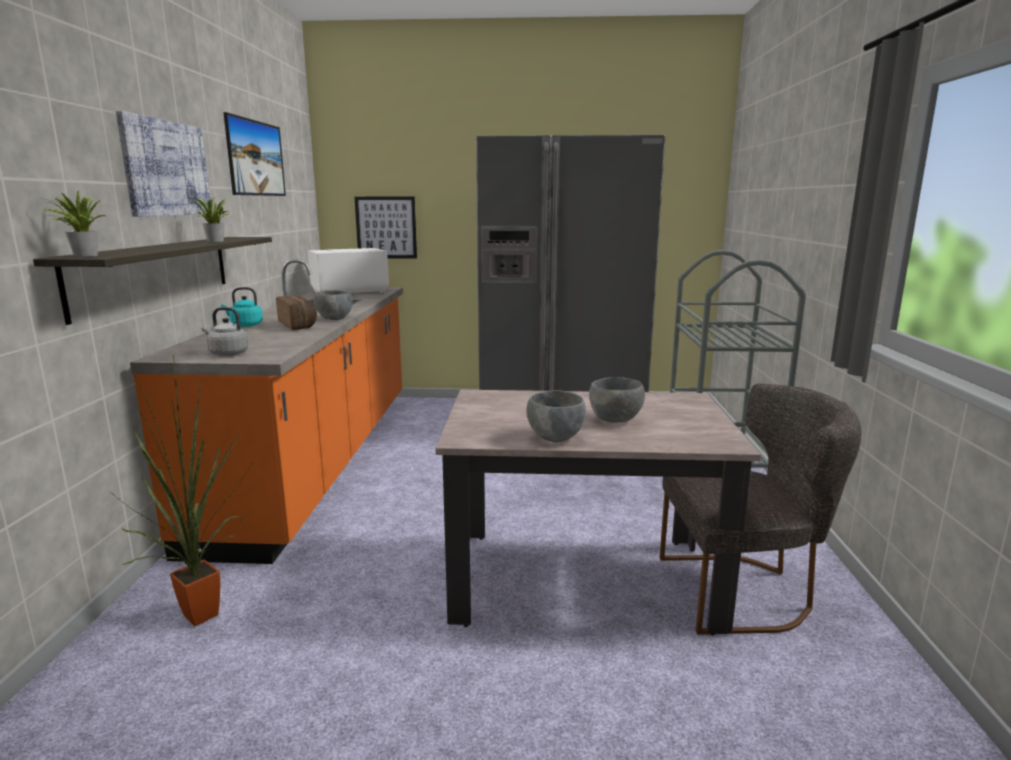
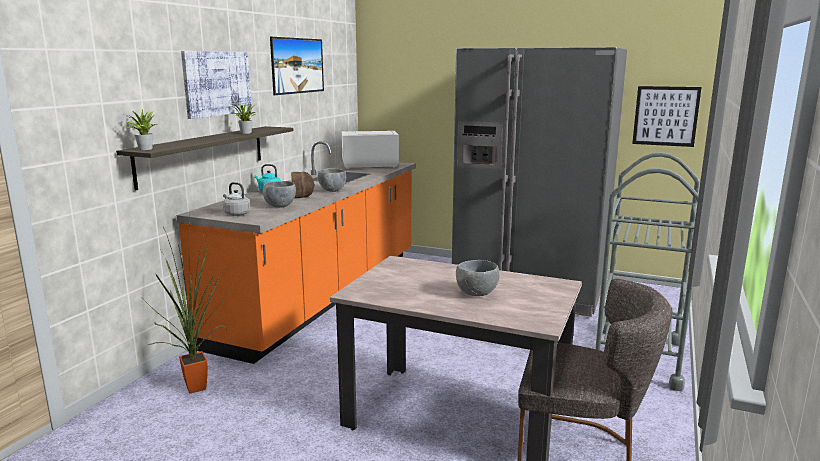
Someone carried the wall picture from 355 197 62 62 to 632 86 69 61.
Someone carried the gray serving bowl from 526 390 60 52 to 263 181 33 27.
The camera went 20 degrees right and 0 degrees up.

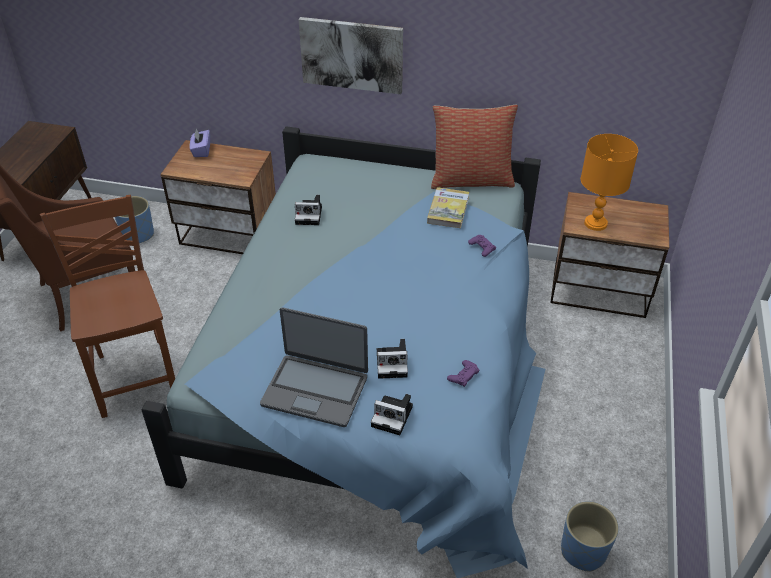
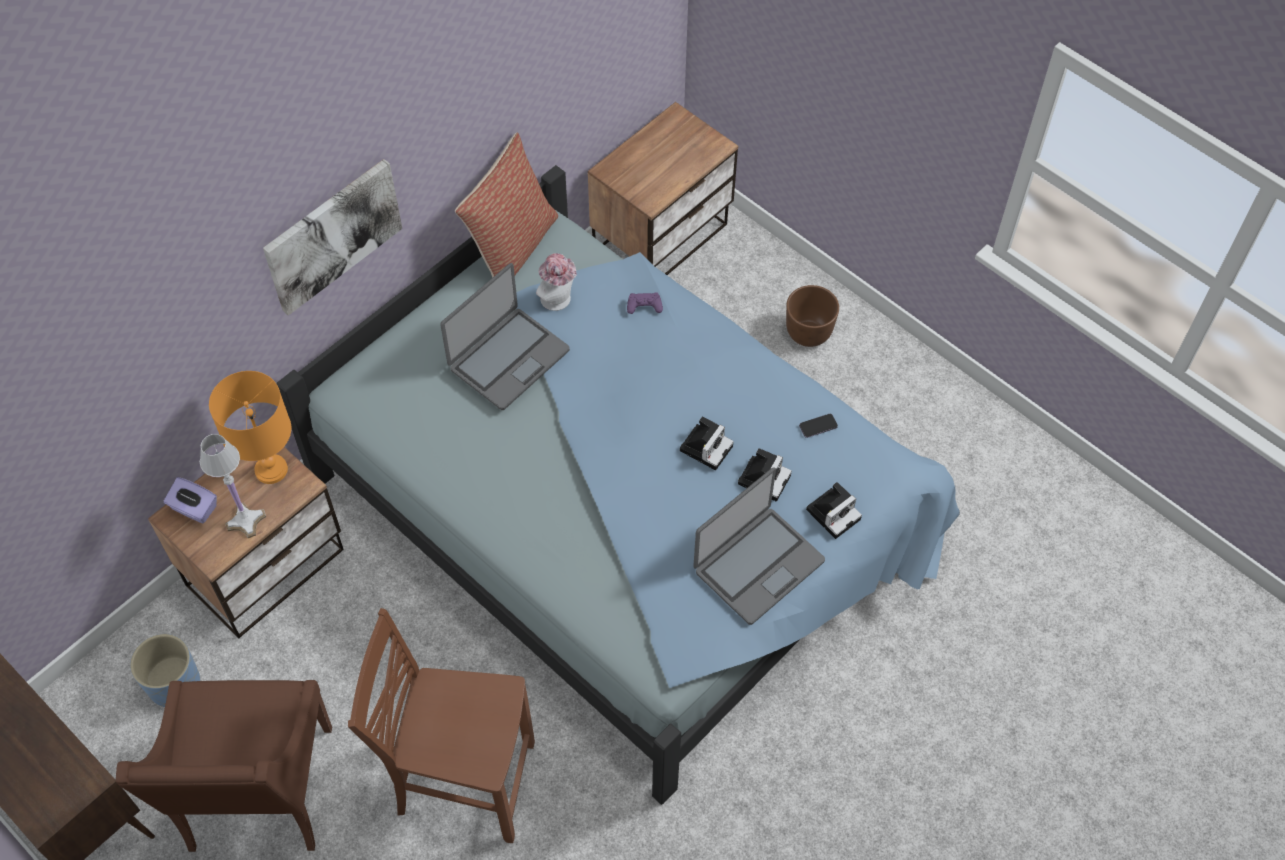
Someone carried the still camera from 295 195 27 30 to 680 417 54 53.
Someone swapped the volume at 427 187 42 41 for the hat at 536 253 41 58.
Someone swapped the purplish joypad at 447 360 32 27 for the phone at 799 414 39 24.
Someone took away the blue-coloured plant pot at 561 501 58 70.
Someone carried the orange lamp for a table from 581 134 57 97 to 209 371 82 113.
Someone put down the whitish lamp for a table at 200 434 66 104.
Someone put down the portable computer at 440 263 130 147.
Someone put down the brownish plant pot at 786 285 53 62.
The camera went 60 degrees left and 15 degrees up.

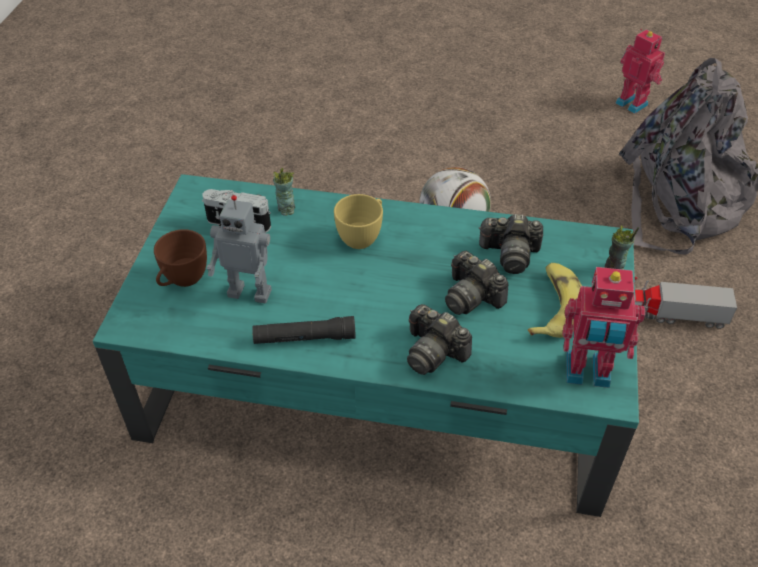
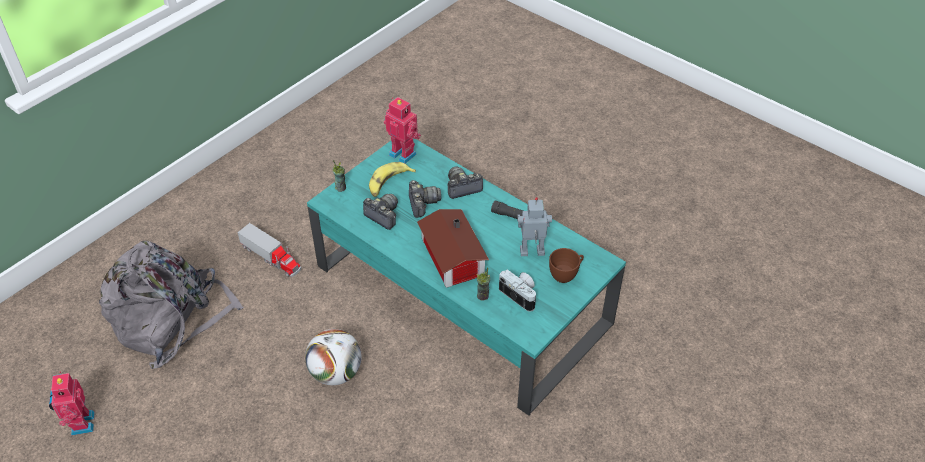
Someone rotated the model robot at 207 195 65 108 by 45 degrees counterclockwise.
Someone swapped the yellow-coloured drinking cup at 334 194 49 55 for the model house at 417 209 72 79.
Someone rotated the still camera at 407 304 65 71 by 90 degrees counterclockwise.
The camera went 150 degrees left and 0 degrees up.

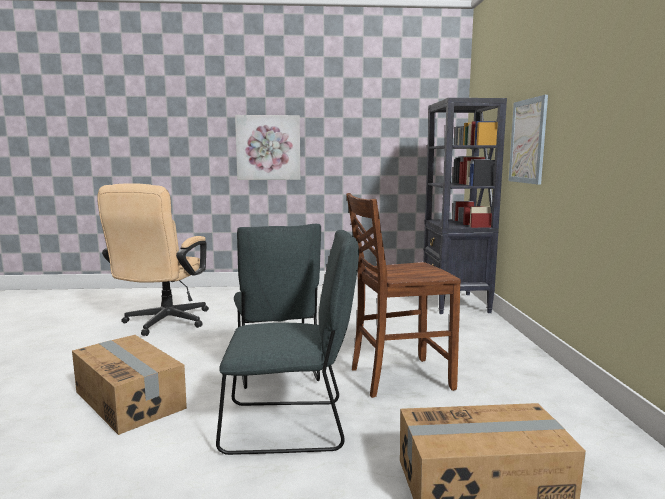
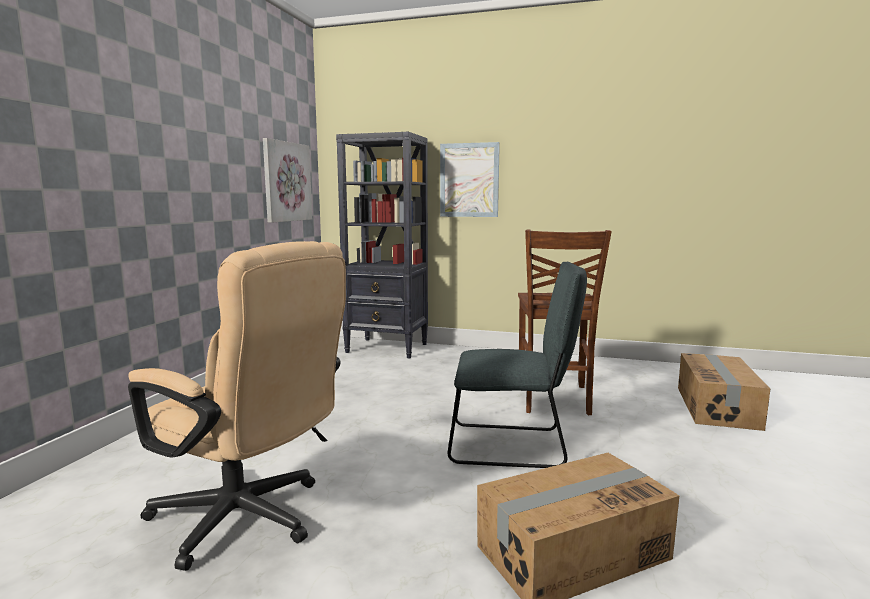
Someone took away the gray upright chair at 216 230 143 225.
Someone carried the wall picture from 235 115 65 65 to 263 138 49 85.
The camera went 70 degrees left and 0 degrees up.

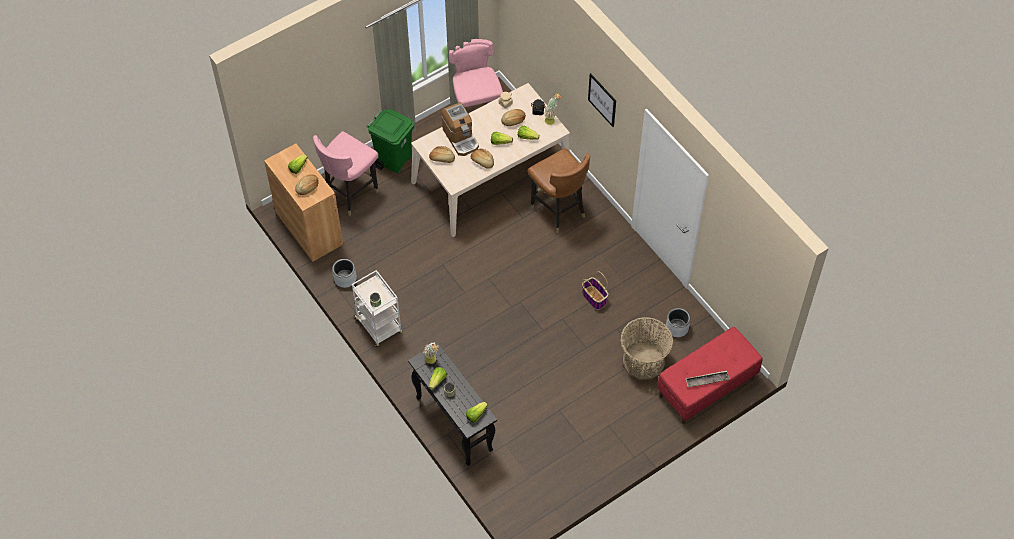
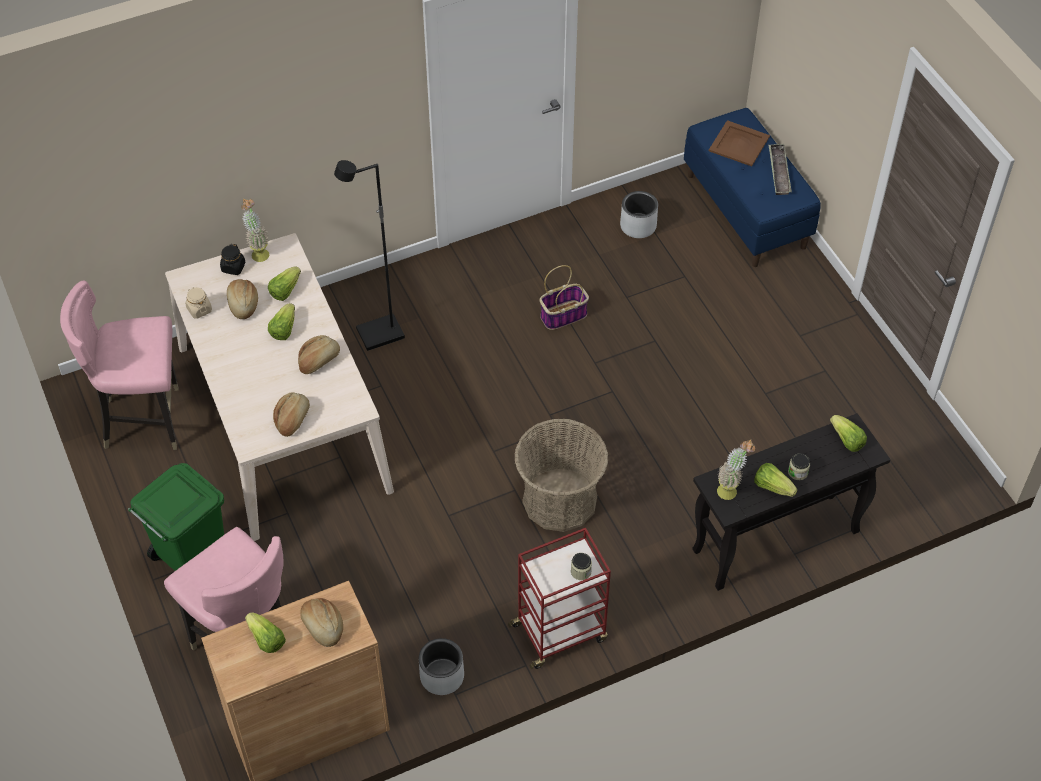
Someone repainted the whitish cart at 352 270 51 77, which became the red-coloured cart at 508 528 103 141.
Someone took away the coffee maker at 441 102 38 54.
Someone swapped the brownish upright chair at 528 148 62 85 for the black standing lamp at 334 160 71 191.
Someone took away the wall picture at 588 73 28 54.
Someone carried the storage basket from 620 317 53 63 to 514 418 94 114.
Someone repainted the red-coloured long seat at 657 327 105 97, which became the blue-coloured long seat at 684 108 137 159.
Someone put down the brownish serving tray at 709 120 61 46.
The camera went 80 degrees left and 5 degrees down.

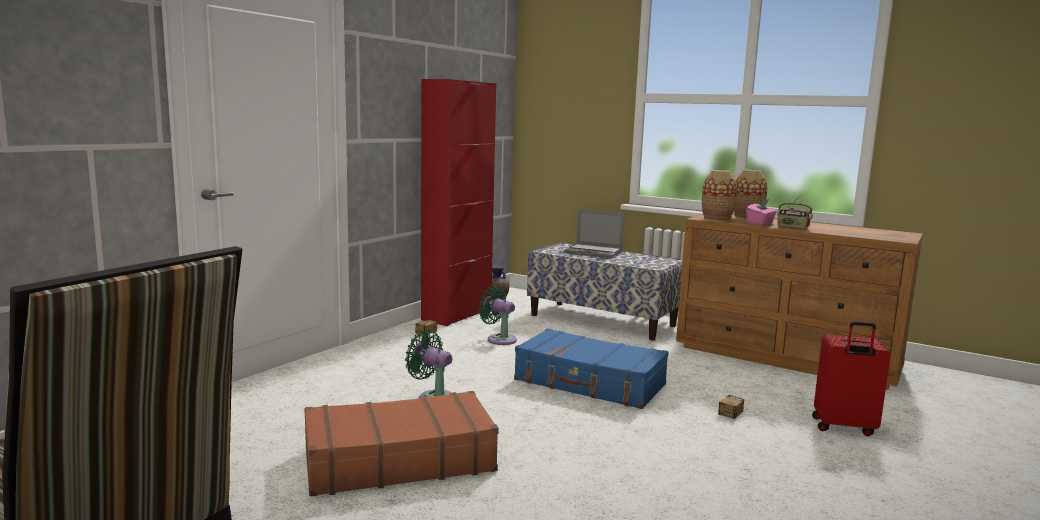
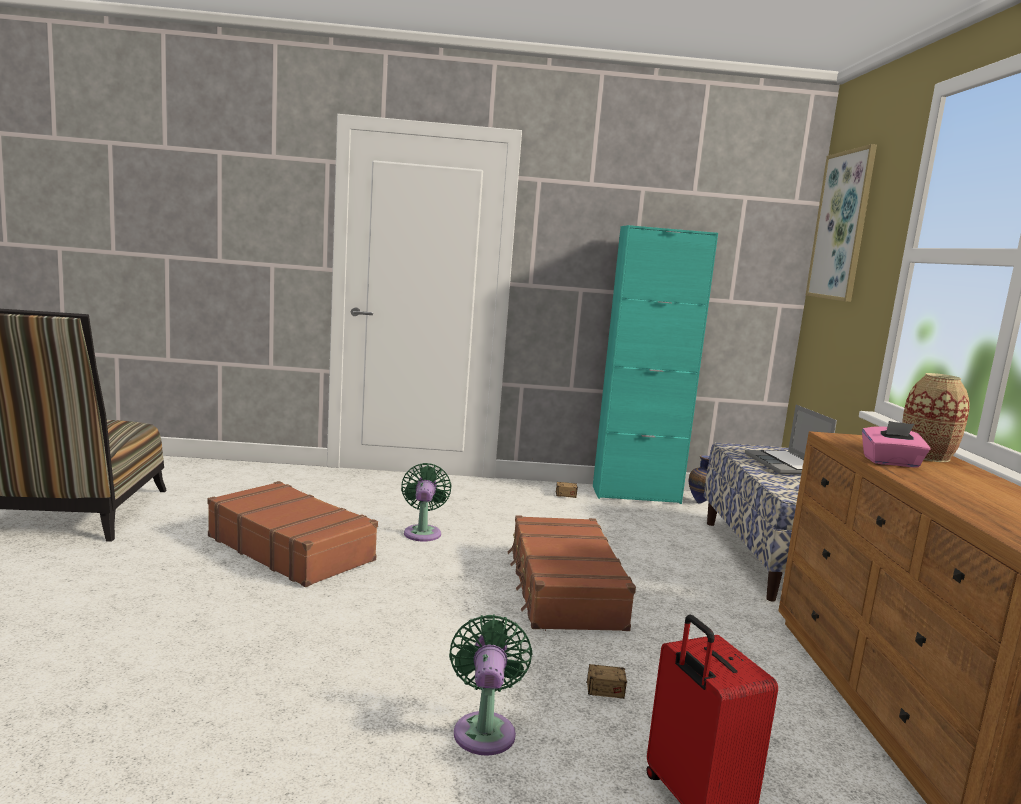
Someone repainted the red-coloured storage cabinet at 421 79 75 247, which became the turquoise storage cabinet at 593 225 125 279.
Someone carried the green-coloured cooling fan from 478 285 39 60 to 449 614 83 142.
Someone repainted the blue-coloured piece of luggage at 514 328 154 81, which became the brownish piece of luggage at 507 515 129 116.
Someone took away the flower vase at 702 170 35 52.
Someone took away the radio at 777 194 36 35.
Someone put up the wall picture at 806 144 71 158.
The camera went 55 degrees right and 0 degrees up.

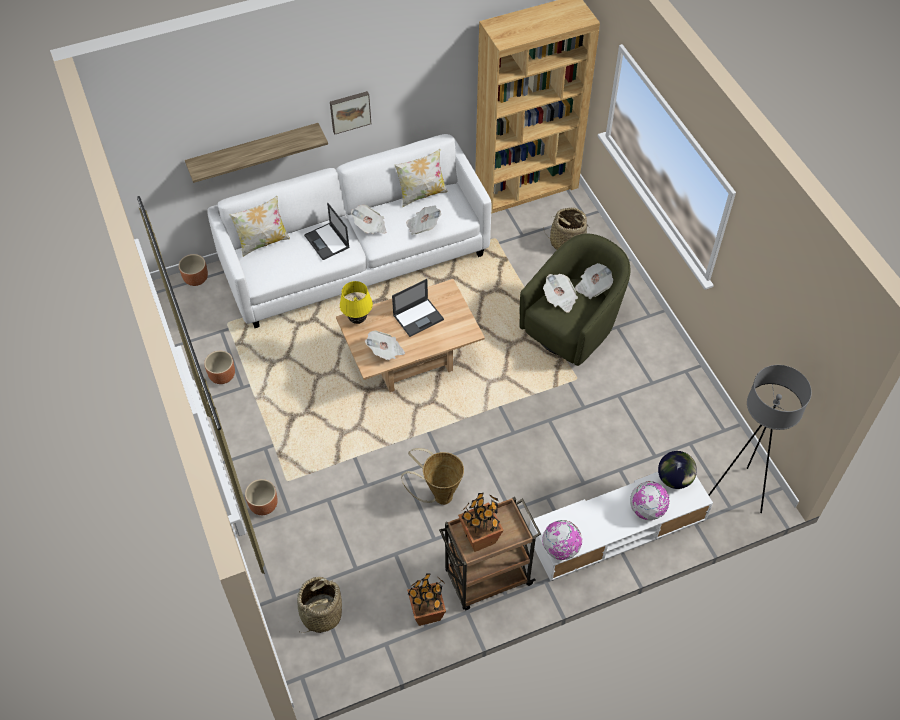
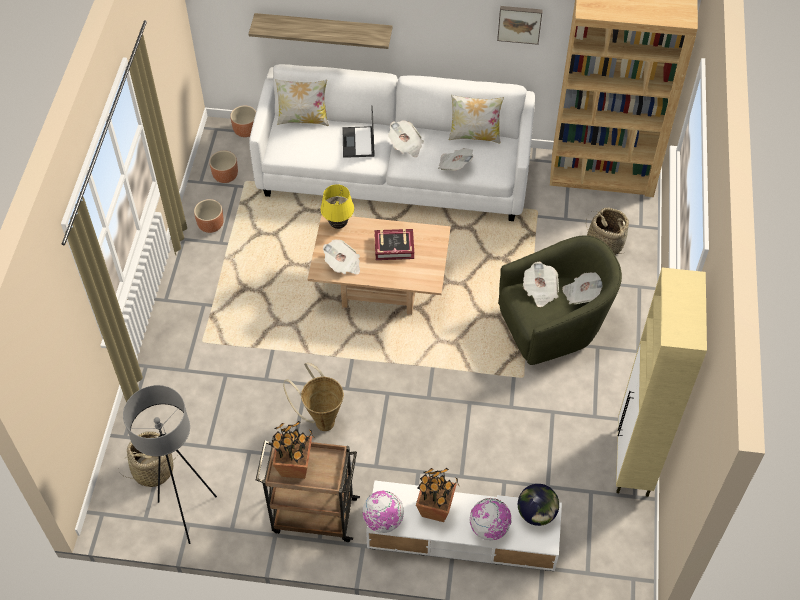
Someone carried the brownish plant pot from 245 479 33 36 to 209 151 29 32.
Someone carried the wall picture from 330 91 41 43 to 497 6 46 39.
Someone swapped the portable computer at 392 279 52 58 for the volume at 374 228 40 32.
Someone carried the potted plant from 407 573 39 53 to 416 468 43 54.
Someone carried the gray standing lamp from 708 365 104 148 to 123 385 94 159.
Someone put down the sand-coloured storage cabinet at 616 268 91 229.
The camera went 30 degrees right and 0 degrees up.

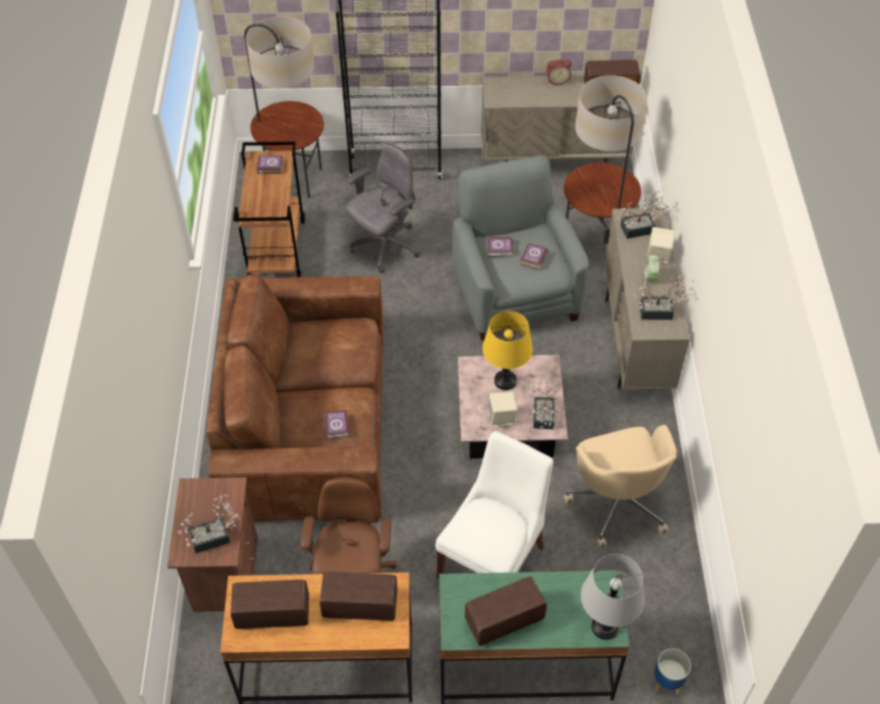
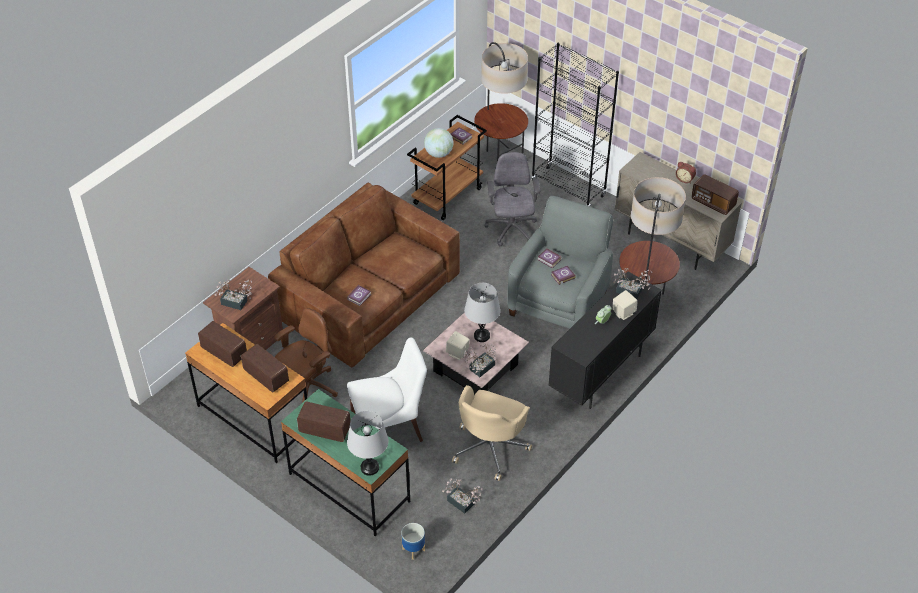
Someone rotated the gray desk chair at 346 144 74 129 by 90 degrees counterclockwise.
Someone repainted the yellow-coloured lamp for a table at 482 311 51 79, which became the gray lamp for a table at 464 283 37 59.
Someone repainted the sand-coloured storage cabinet at 603 208 87 181, which became the black storage cabinet at 549 272 113 137.
Someone carried the potted plant from 634 275 56 45 to 442 479 41 35.
Someone put down the globe at 424 128 30 30.
The camera went 40 degrees right and 5 degrees down.

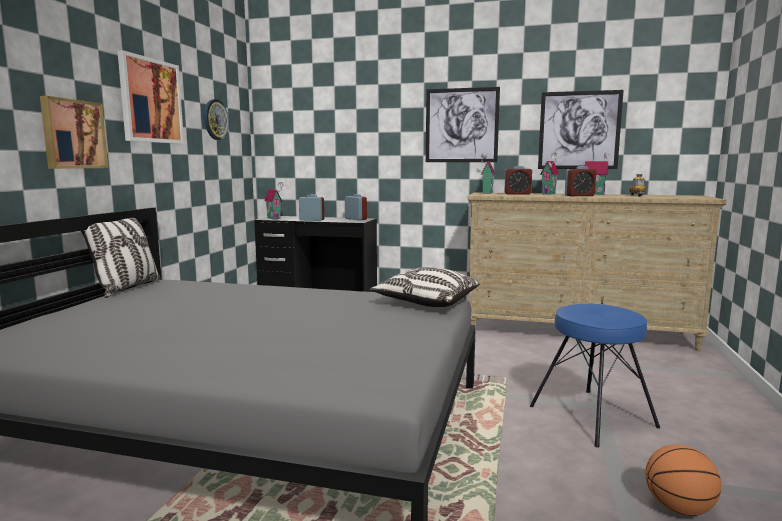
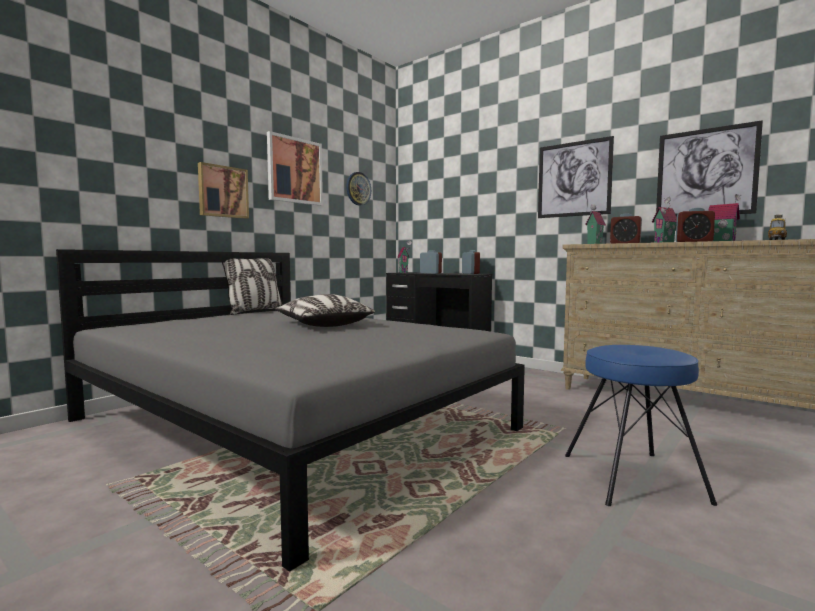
Someone carried the cushion from 370 267 110 40 to 275 294 100 33.
Someone took away the basketball at 645 445 76 71.
The camera went 25 degrees right and 5 degrees down.

